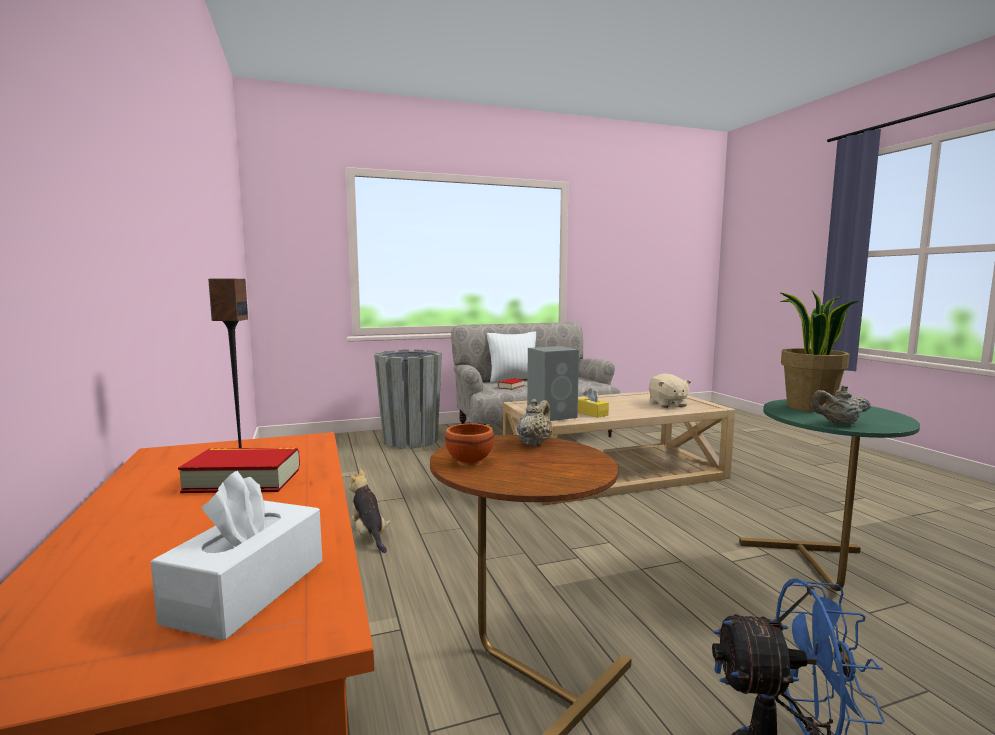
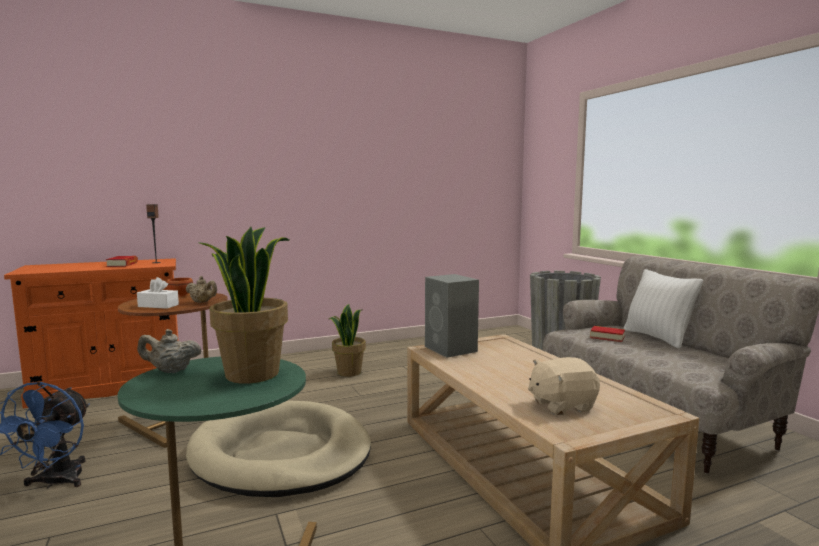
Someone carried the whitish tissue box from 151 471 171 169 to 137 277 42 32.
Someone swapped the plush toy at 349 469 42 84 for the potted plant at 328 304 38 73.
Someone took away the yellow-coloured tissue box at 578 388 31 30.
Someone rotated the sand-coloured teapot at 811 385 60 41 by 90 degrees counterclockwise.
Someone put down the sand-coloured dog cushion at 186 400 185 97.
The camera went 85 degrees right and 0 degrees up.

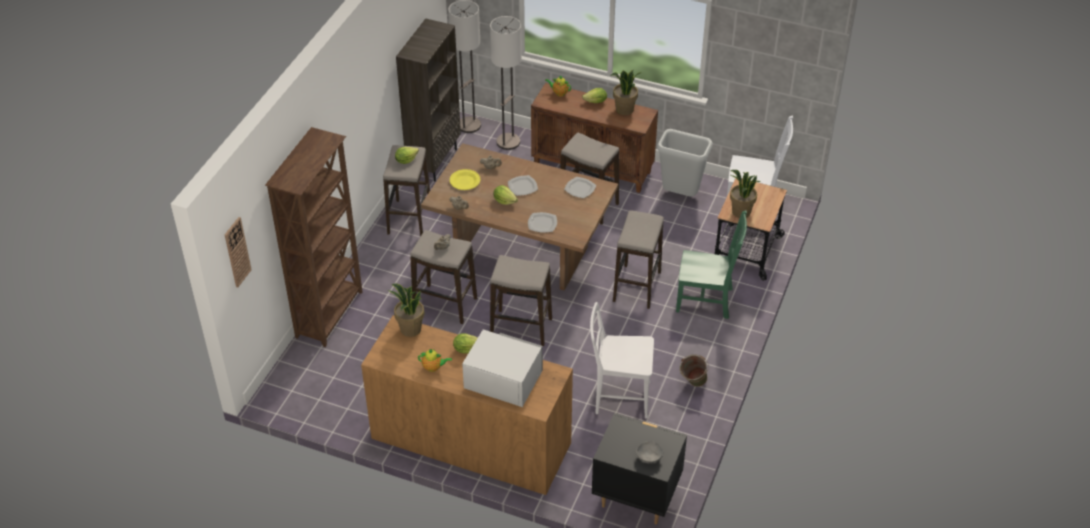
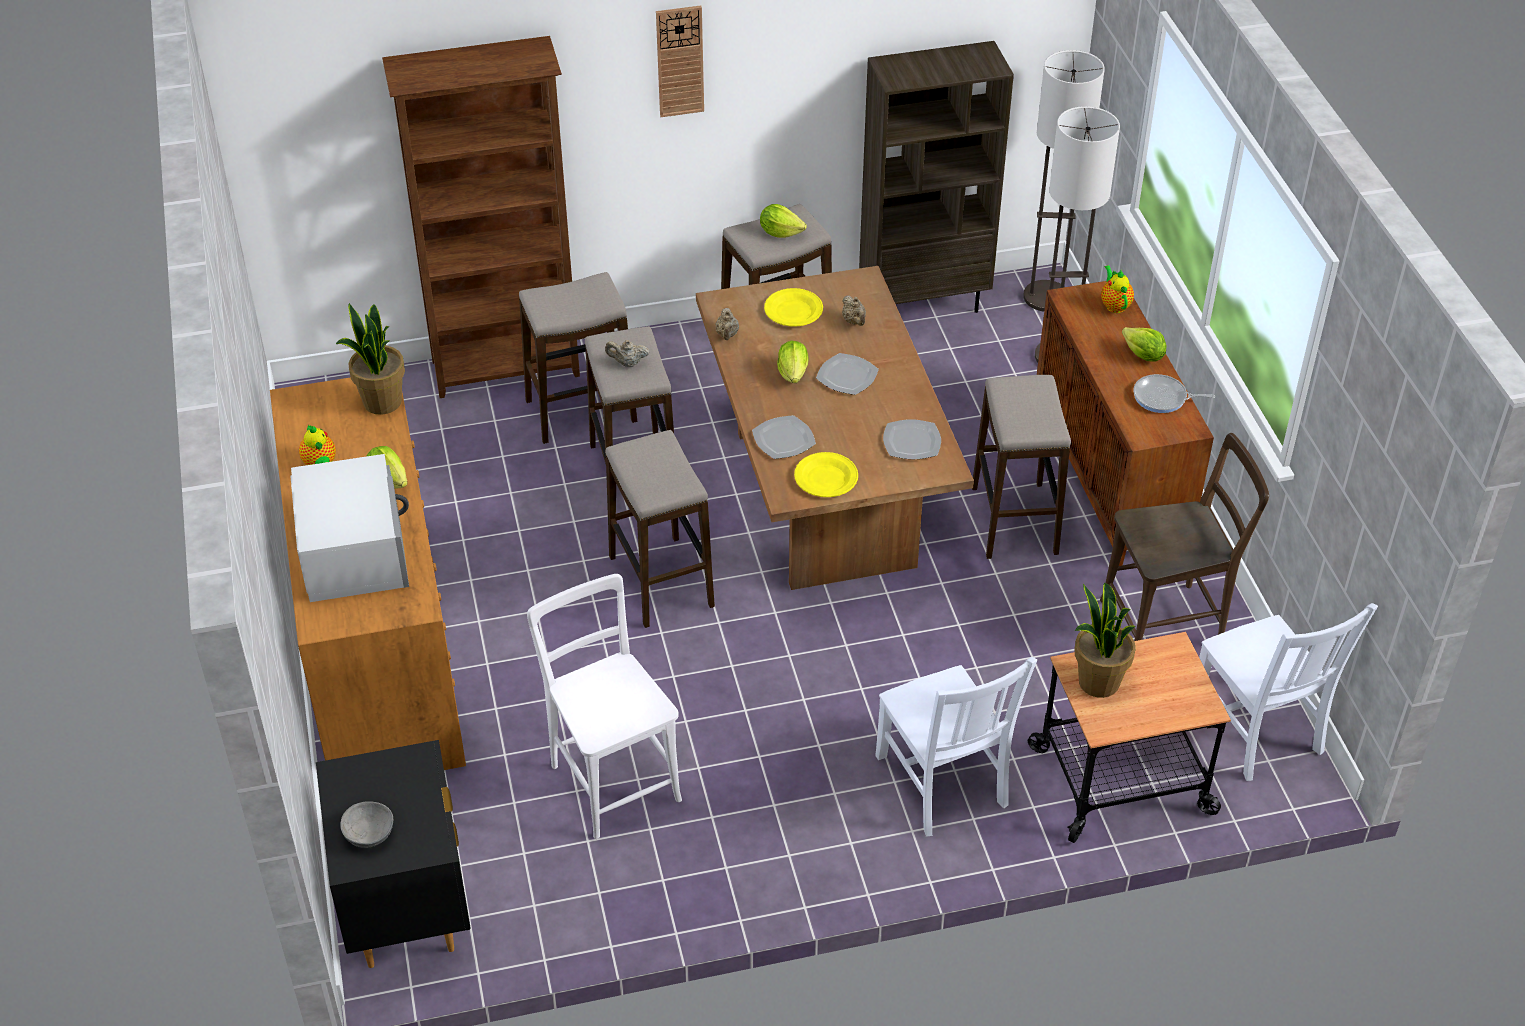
Someone carried the wall clock from 225 217 27 71 to 656 5 48 112.
Someone swapped the potted plant at 610 70 32 45 for the pan at 1133 374 82 39.
Someone carried the sitting stool from 613 210 51 99 to 519 272 118 172.
Someone swapped the gray trash can at 657 129 56 68 for the brownish upright chair at 1100 433 169 208.
Someone repainted the green-coloured upright chair at 676 210 71 109, which became the whitish upright chair at 875 657 162 180.
Someone took away the green-coloured bucket at 680 355 29 32.
Someone put down the yellow-coloured dinner plate at 794 452 64 45.
The camera went 55 degrees right and 0 degrees up.

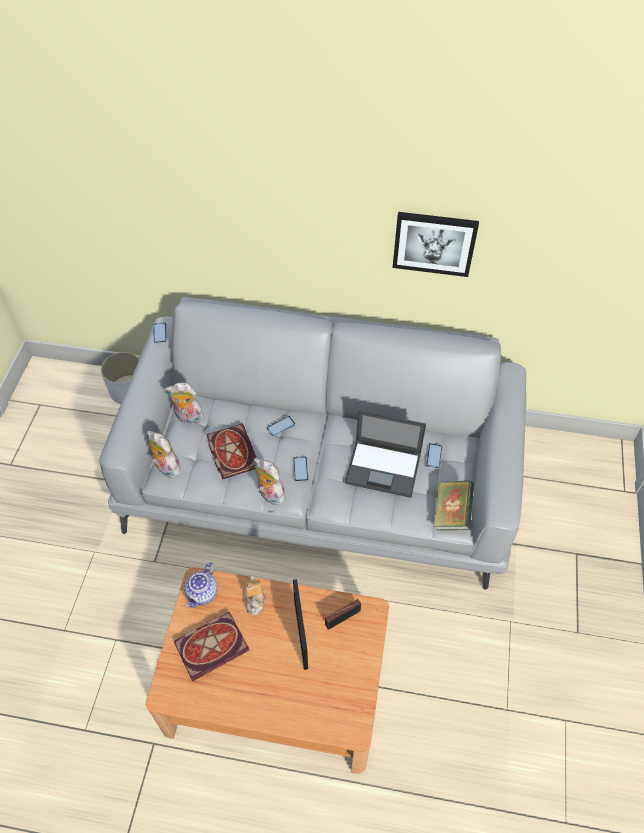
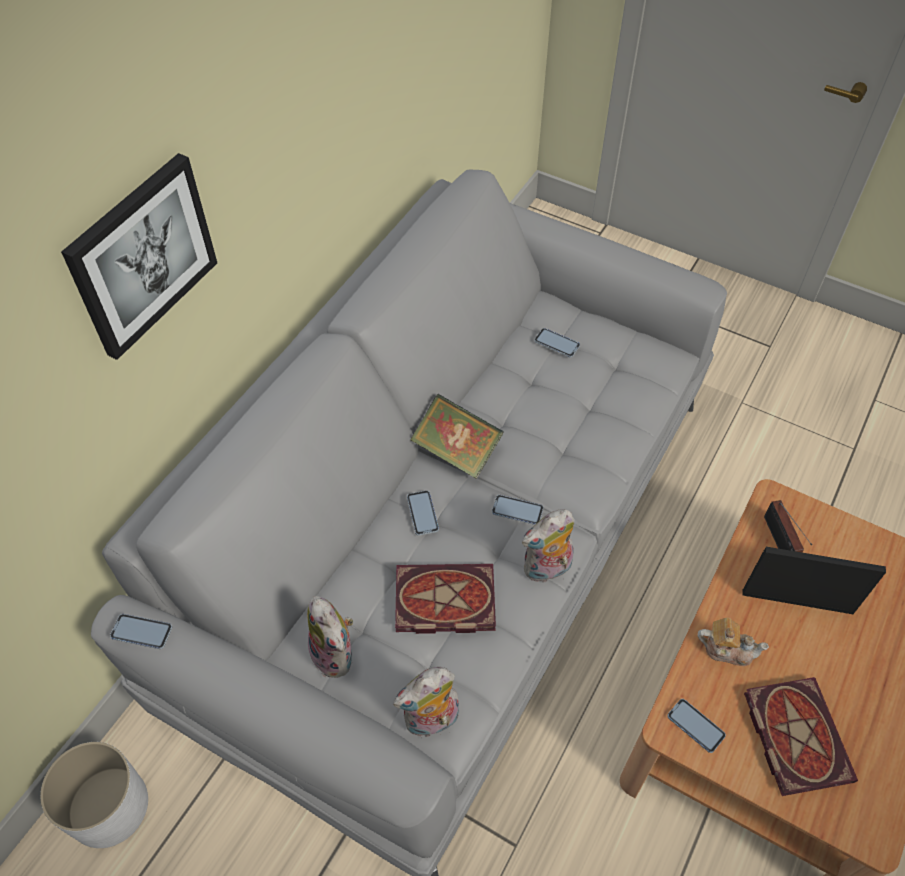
Someone rotated the plush toy at 165 383 40 42 by 60 degrees counterclockwise.
Someone swapped the teapot at 184 562 33 46 for the phone at 667 699 59 54.
Someone took away the portable computer at 345 410 81 88.
Someone carried the wall picture from 393 212 86 65 to 61 153 156 207.
Someone carried the volume from 434 480 40 51 to 410 394 94 85.
The camera went 70 degrees left and 0 degrees up.

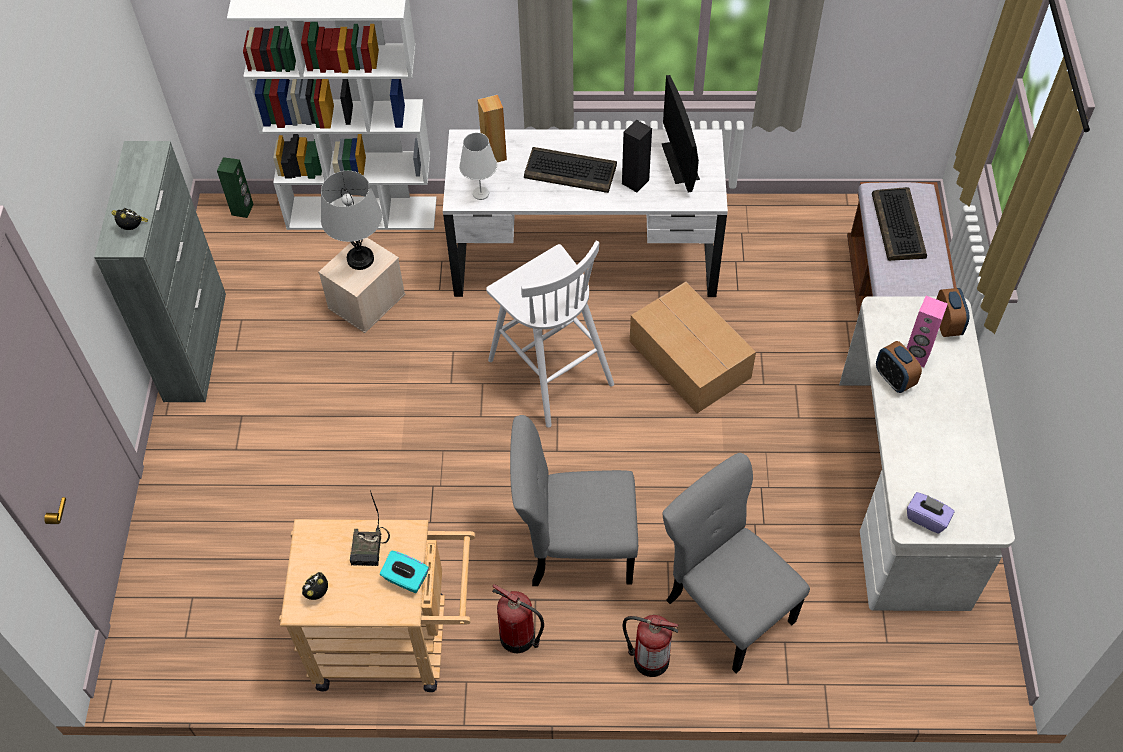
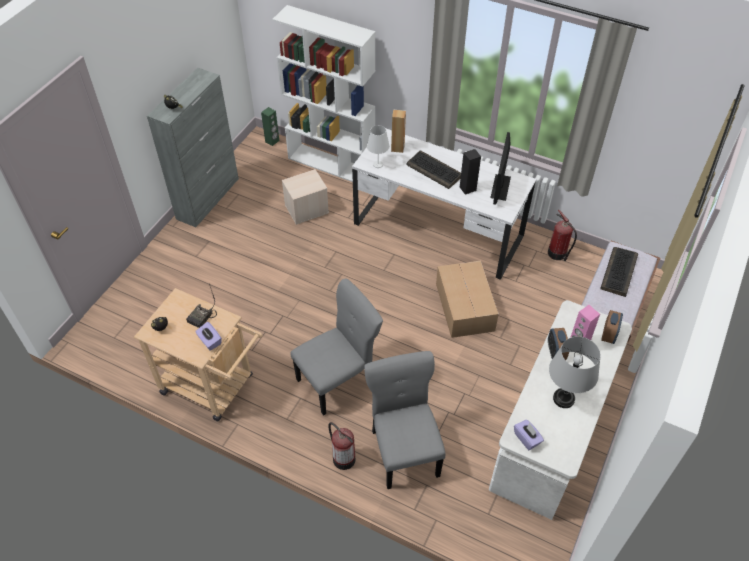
Someone carried the gray lamp for a table from 321 171 61 99 to 549 336 52 72.
Someone repainted the turquoise tissue box at 380 551 49 42, which became the purplish tissue box at 195 322 27 29.
Someone took away the whitish sitting stool at 486 240 128 188.
Someone carried the fire-fighting cylinder from 492 584 52 69 to 548 210 29 51.
Someone rotated the gray upright chair at 510 415 128 171 by 120 degrees clockwise.
The camera went 25 degrees right and 5 degrees down.

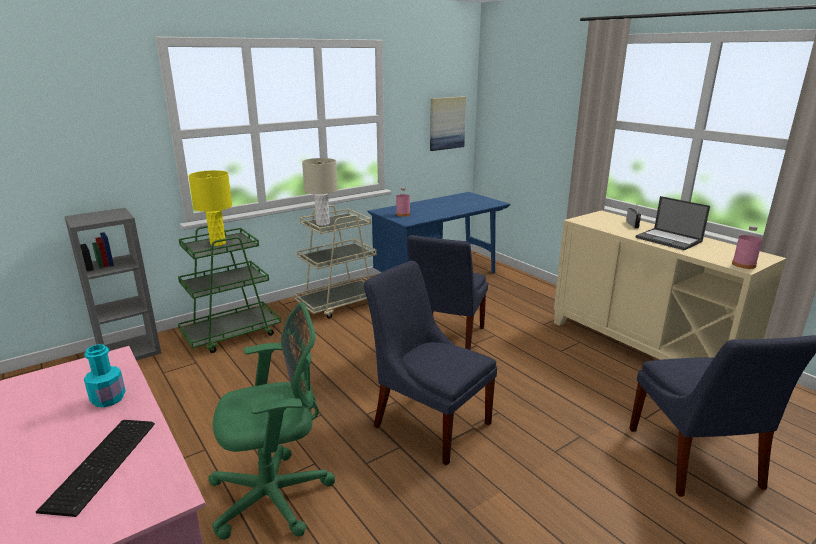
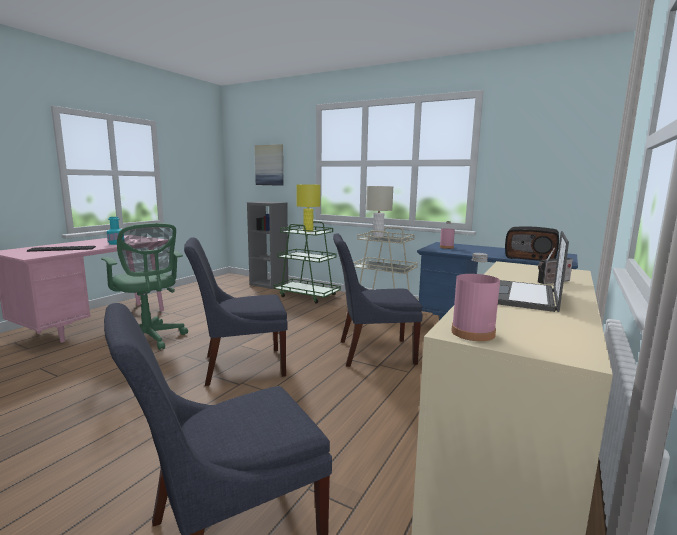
Someone rotated the blue-coloured upright chair at 364 261 133 204 by 120 degrees counterclockwise.
Someone carried the wall picture from 430 96 36 55 to 255 144 29 42.
Someone put down the radio at 505 226 54 35.
The camera went 65 degrees right and 10 degrees down.

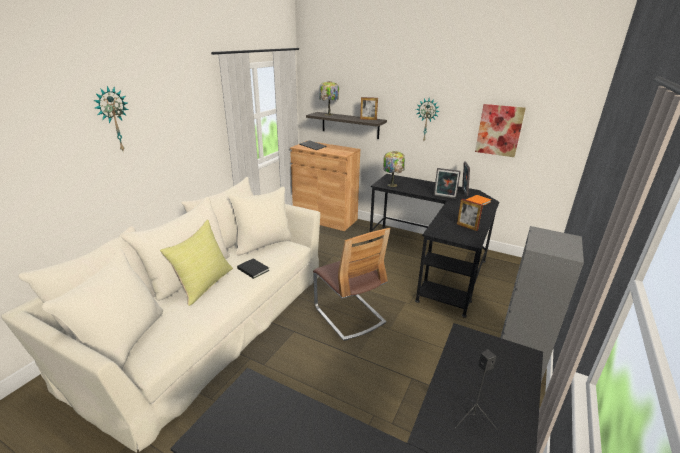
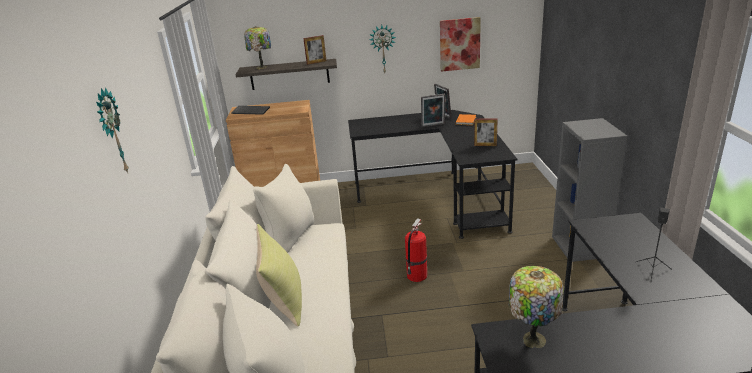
Someone took away the black volume at 237 258 33 21.
Someone swapped the upright chair at 313 228 77 113 for the fire-fighting cylinder at 405 218 22 64.
Someone carried the lamp for a table from 383 151 22 36 to 509 266 55 82.
The camera went 30 degrees left and 0 degrees up.

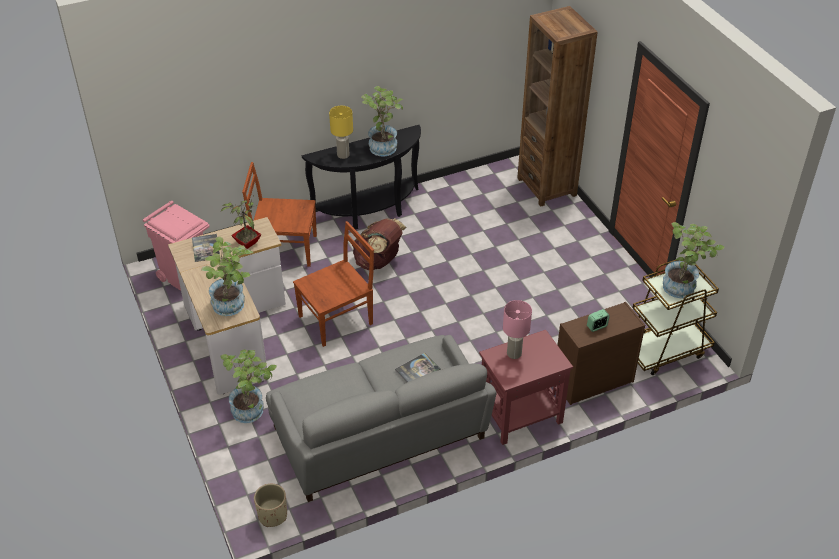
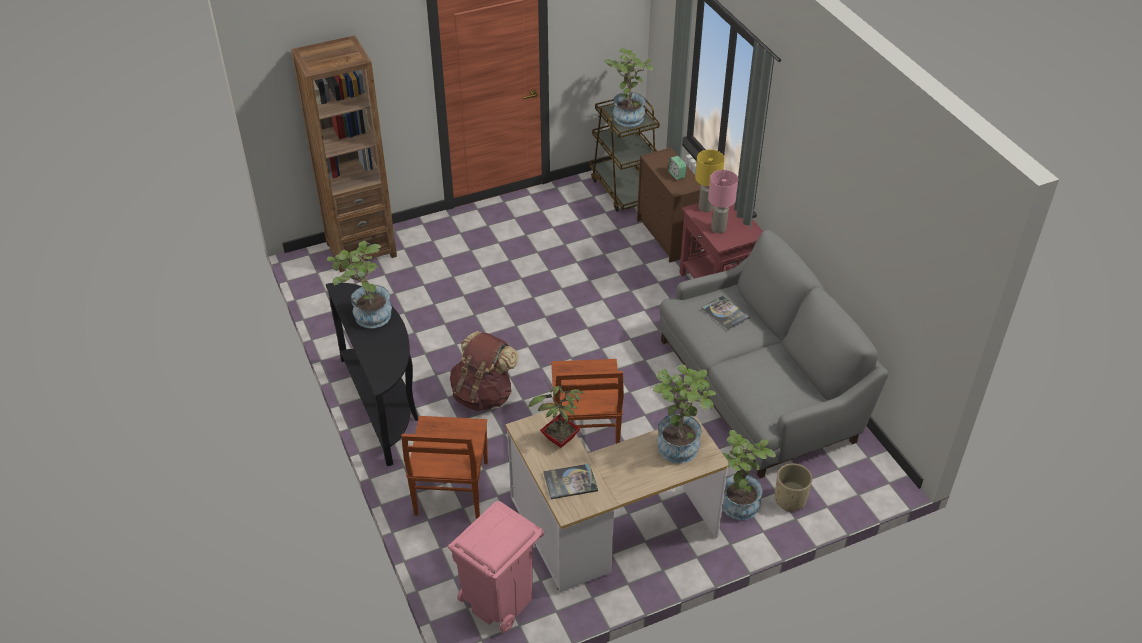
Someone carried the sand-coloured plant pot from 254 484 33 43 to 774 463 38 48.
Someone rotated the brownish upright chair at 293 221 81 126 by 150 degrees counterclockwise.
Someone carried the yellow-coloured lamp for a table from 329 106 24 53 to 695 150 30 62.
The camera went 90 degrees left and 0 degrees up.

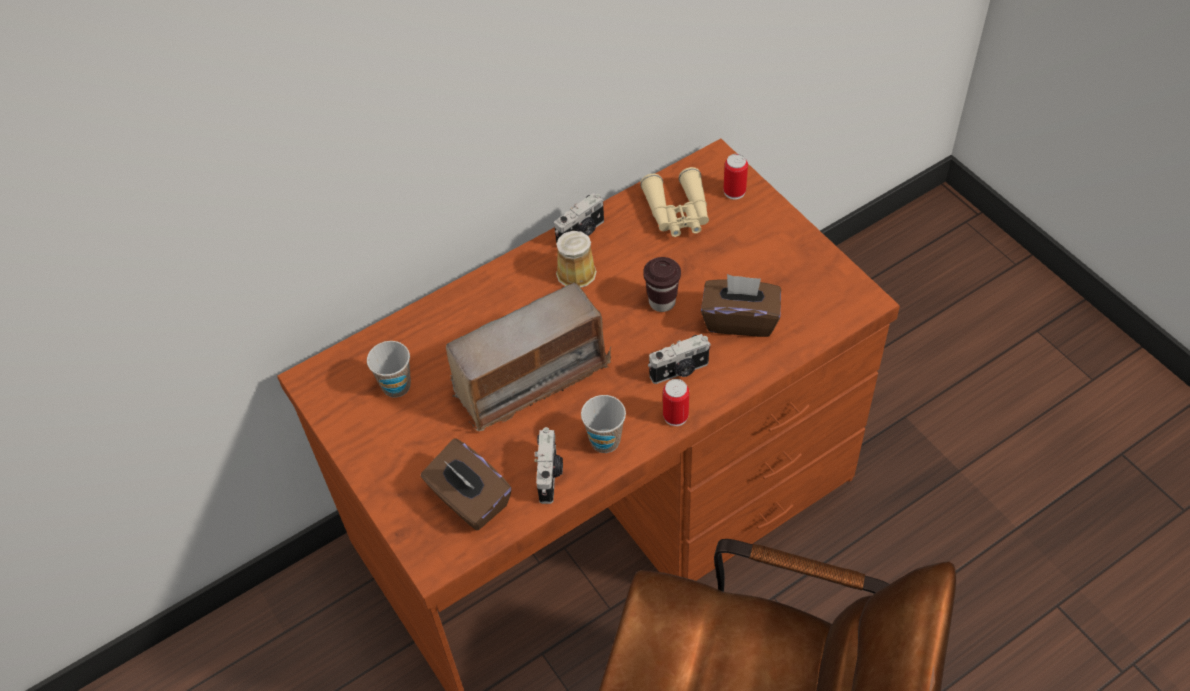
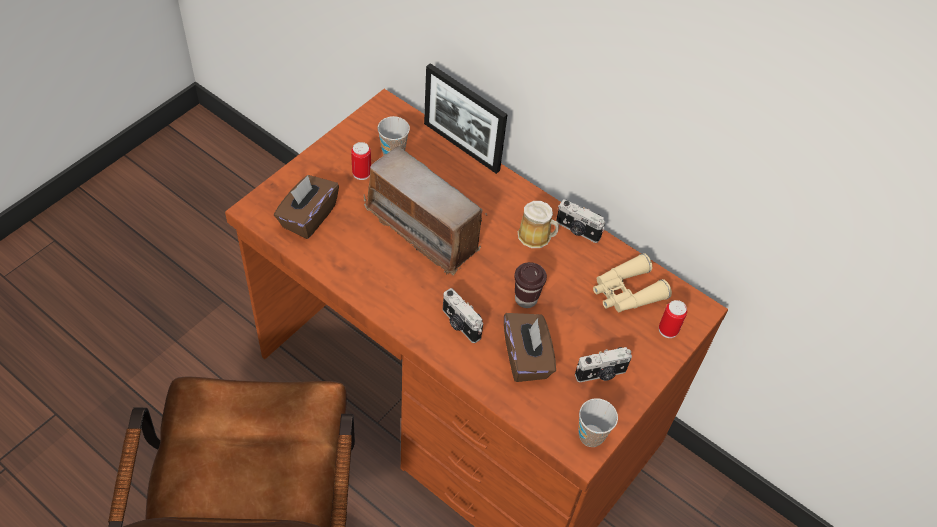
Someone carried the still camera from 534 427 29 77 to 575 347 57 35.
Someone carried the drinking cup from 581 395 45 58 to 578 398 40 49.
Someone carried the metal can from 663 379 26 47 to 351 142 20 38.
Someone put down the photo frame at 424 63 83 111.
The camera went 65 degrees right and 0 degrees up.

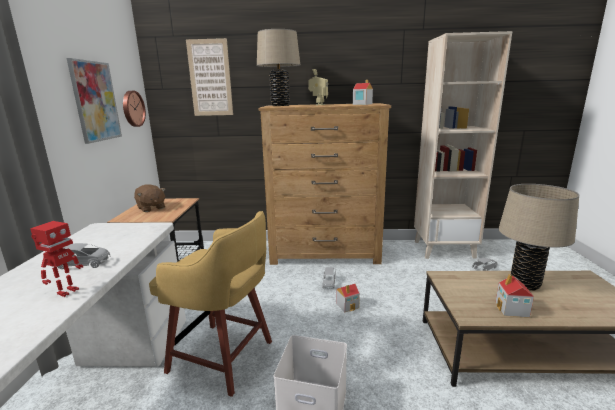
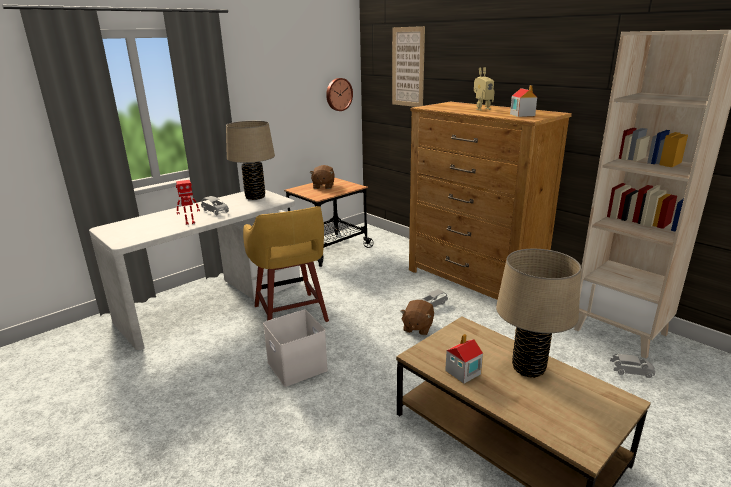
Someone took away the wall picture at 67 58 55 86.
Someone carried the sand-coloured lamp for a table from 257 29 43 77 to 226 121 49 79.
Someone swapped the model house at 336 284 24 28 for the brownish plush toy at 400 300 34 35.
The camera went 45 degrees right and 5 degrees up.

